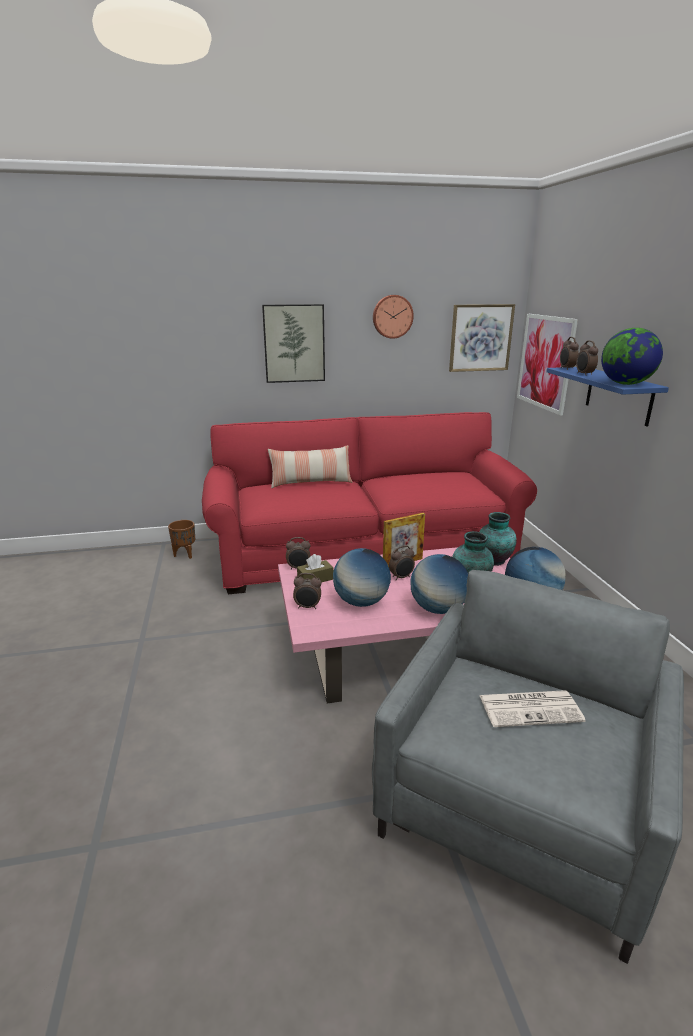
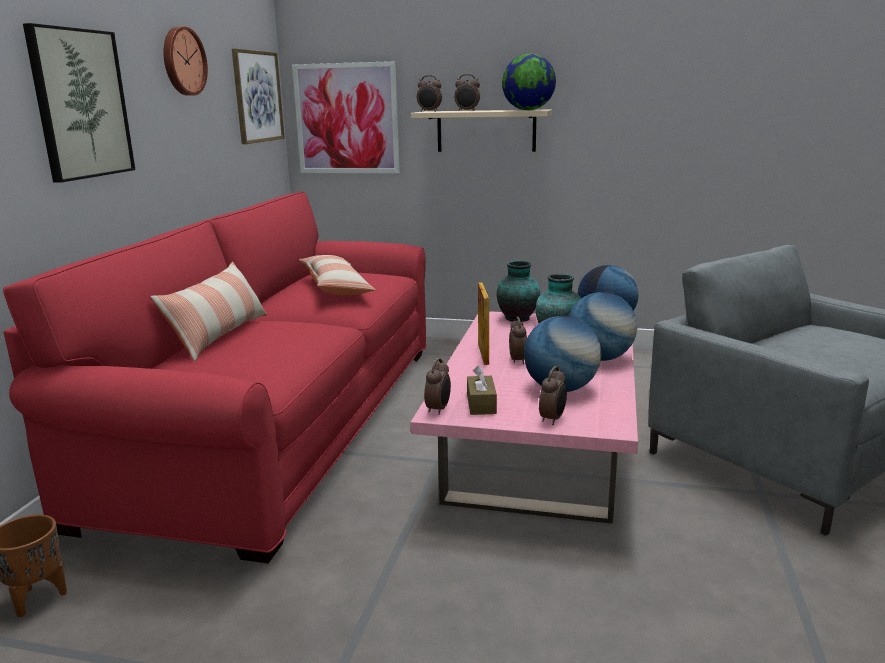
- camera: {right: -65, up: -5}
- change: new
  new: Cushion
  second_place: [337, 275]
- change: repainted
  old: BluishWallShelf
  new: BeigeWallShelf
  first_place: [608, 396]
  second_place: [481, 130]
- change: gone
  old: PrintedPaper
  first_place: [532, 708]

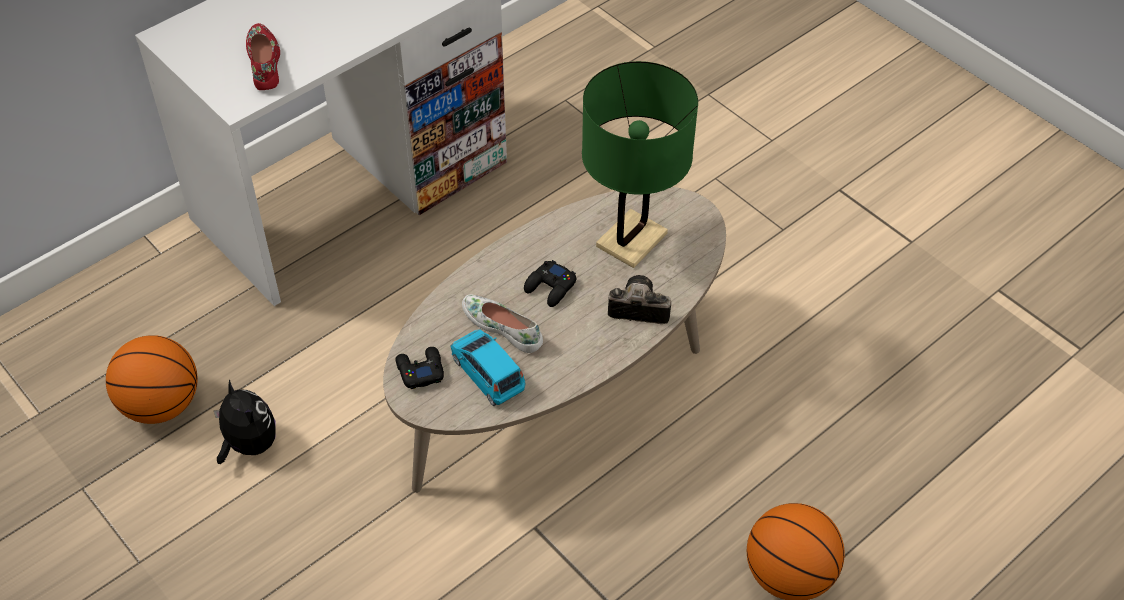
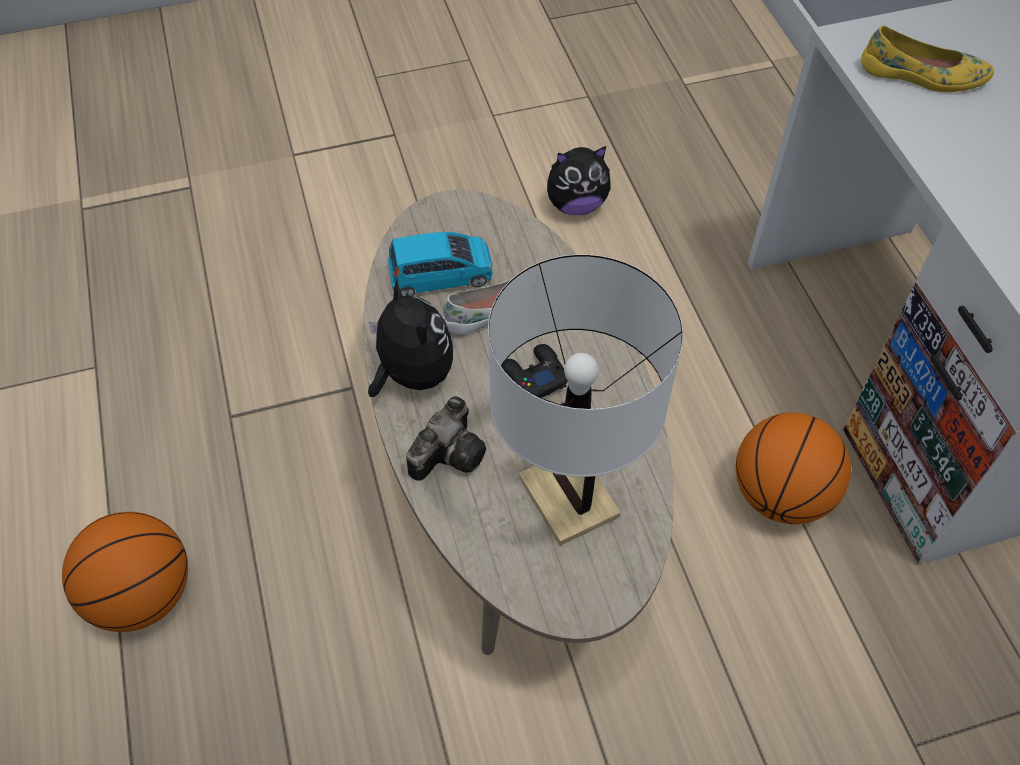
- camera: {right: 115, up: 5}
- change: new
  new: SoftToy
  second_place: [411, 338]
- change: repainted
  old: GreenColouredLampForATable
  new: WhitishLampForATable
  first_place: [640, 164]
  second_place: [585, 400]
- change: shifted
  old: BallForBasketball
  first_place: [152, 379]
  second_place: [793, 468]
- change: repainted
  old: RedColouredShoe
  new: YellowishShoe
  first_place: [263, 56]
  second_place: [927, 59]
- change: gone
  old: BlackJoypad
  first_place: [419, 368]

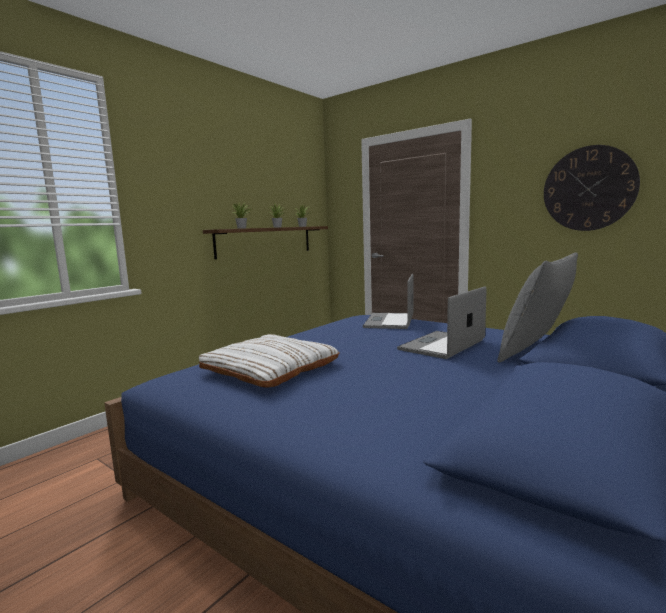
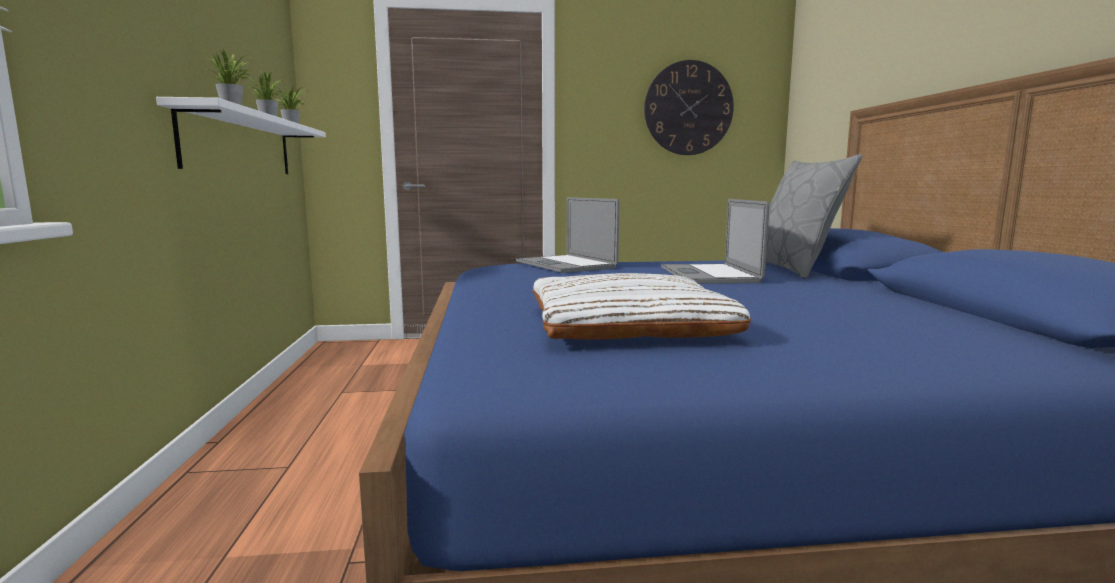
- camera: {right: -45, up: 0}
- change: repainted
  old: BrownishWallShelf
  new: WhitishWallShelf
  first_place: [265, 242]
  second_place: [241, 135]

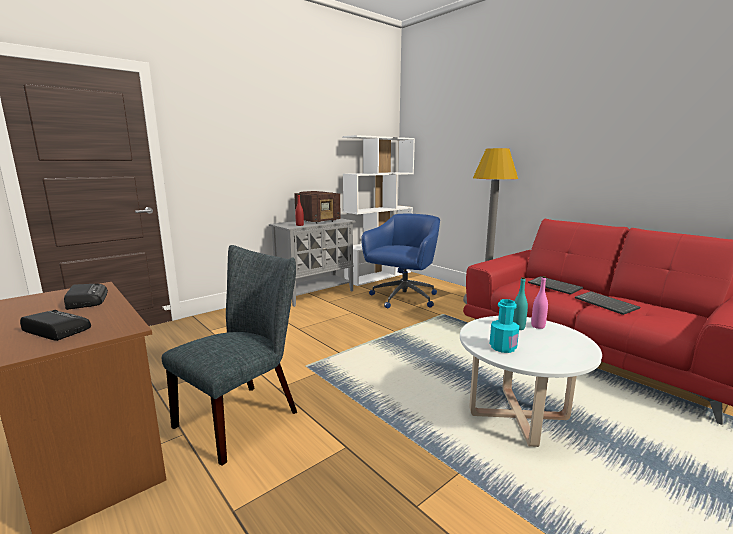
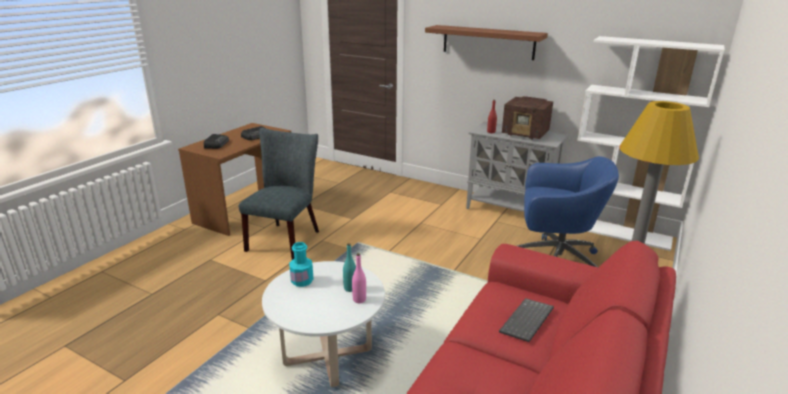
- camera: {right: 70, up: 10}
- change: rotated
  old: GreyishPlainChair
  first_place: [229, 355]
  second_place: [279, 194]
  degrees: -90
- change: new
  new: BrownishWallShelf
  second_place: [486, 42]
- change: gone
  old: Keyboard
  first_place: [607, 303]

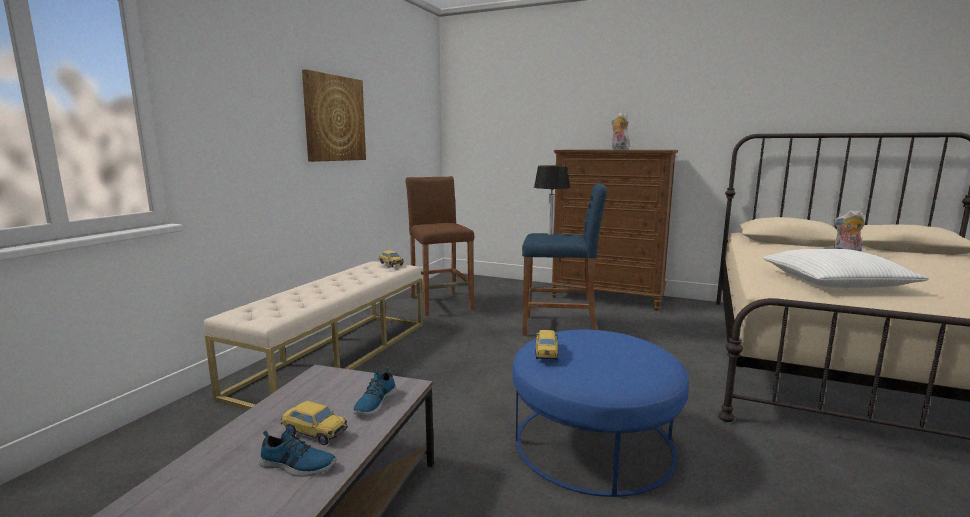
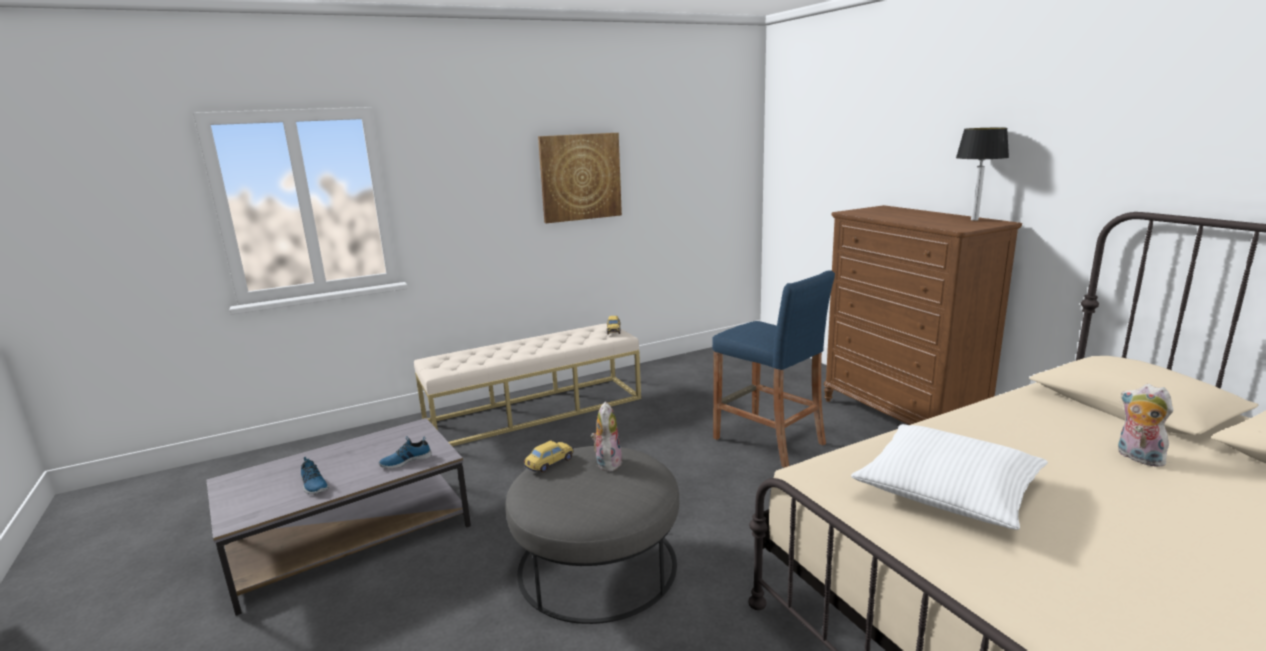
- camera: {right: 40, up: 5}
- change: repainted
  old: BluishFootrest
  new: GreyishFootrest
  first_place: [601, 413]
  second_place: [592, 535]
- change: shifted
  old: SoftToy
  first_place: [620, 131]
  second_place: [606, 437]
- change: shifted
  old: LampForATable
  first_place: [552, 200]
  second_place: [982, 174]
- change: gone
  old: ModelCar
  first_place: [314, 423]
- change: gone
  old: BrownishSittingStool
  first_place: [440, 246]

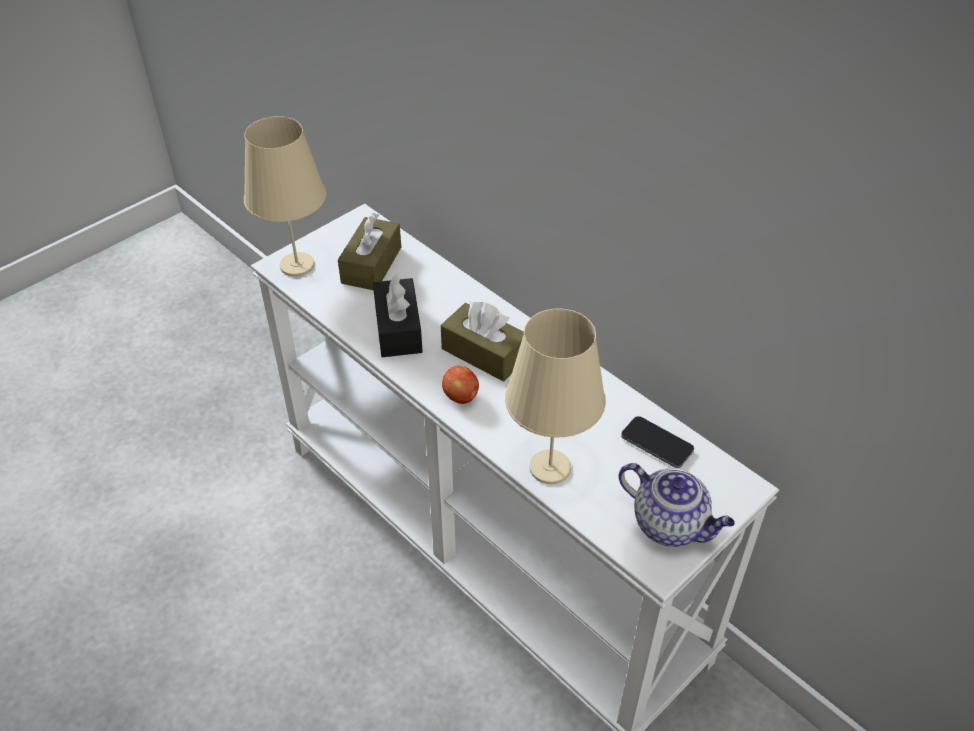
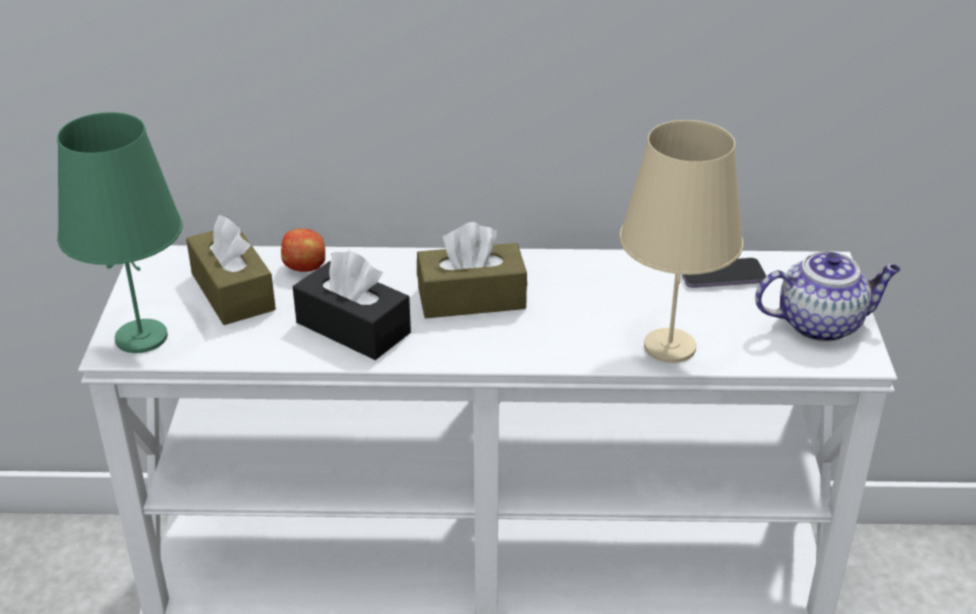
- camera: {right: -45, up: -10}
- change: repainted
  old: BeigeLampForATable
  new: GreenColouredLampForATable
  first_place: [285, 196]
  second_place: [120, 232]
- change: shifted
  old: AppleFruit
  first_place: [460, 385]
  second_place: [303, 250]

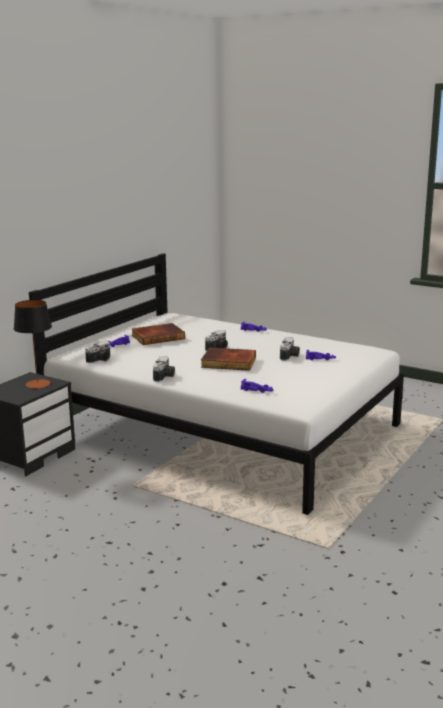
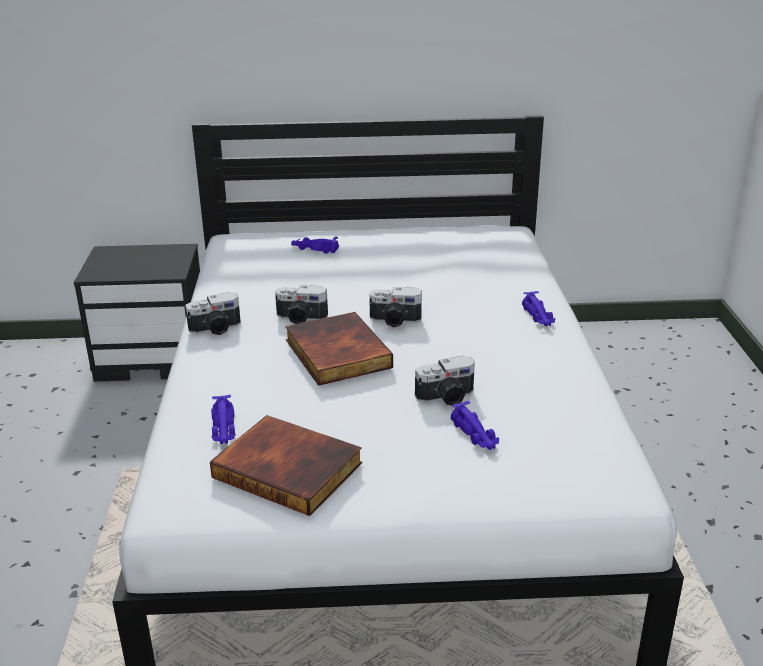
- camera: {right: 55, up: 10}
- change: shifted
  old: Volume
  first_place: [158, 334]
  second_place: [286, 465]
- change: shifted
  old: StillCamera
  first_place: [97, 352]
  second_place: [301, 304]
- change: gone
  old: LampForATable
  first_place: [33, 344]

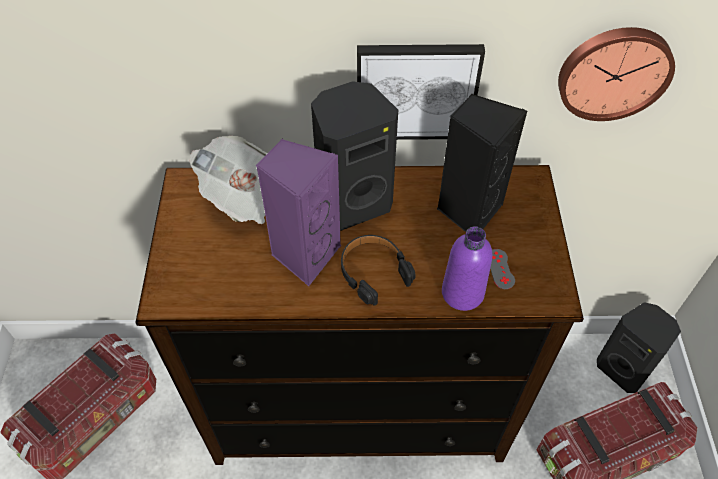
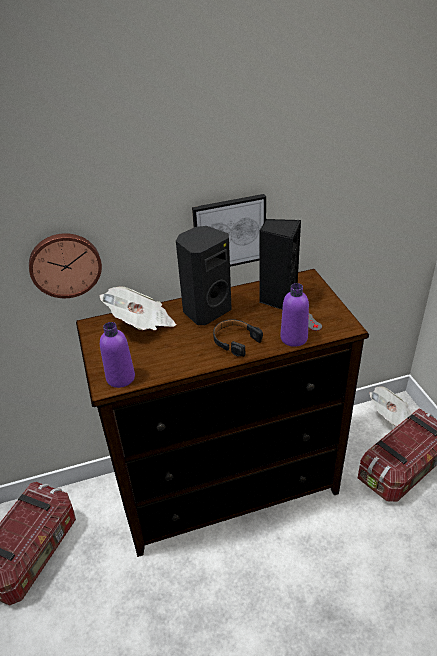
- camera: {right: -15, up: -15}
- change: shifted
  old: ClockOnTheWall
  first_place: [616, 74]
  second_place: [65, 265]
- change: new
  new: PurpleDrinkBottle
  second_place: [117, 355]
- change: swapped
  old: BlackSpeaker
  new: PrintedPaper
  first_place: [639, 347]
  second_place: [390, 406]
- change: gone
  old: PurpleSpeaker
  first_place: [298, 212]

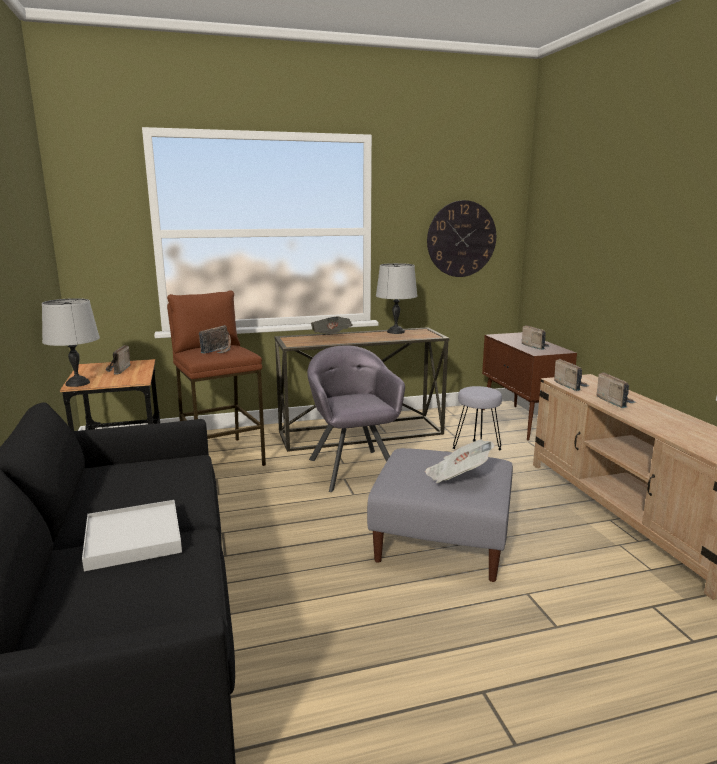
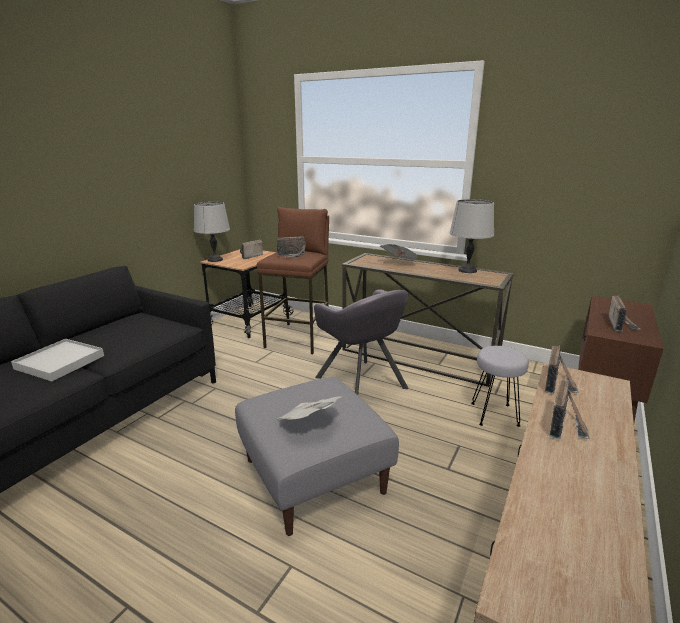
- camera: {right: 45, up: 5}
- change: rotated
  old: GreyishEasyChair
  first_place: [356, 418]
  second_place: [361, 342]
  degrees: 120
- change: gone
  old: ClockOnTheWall
  first_place: [461, 238]

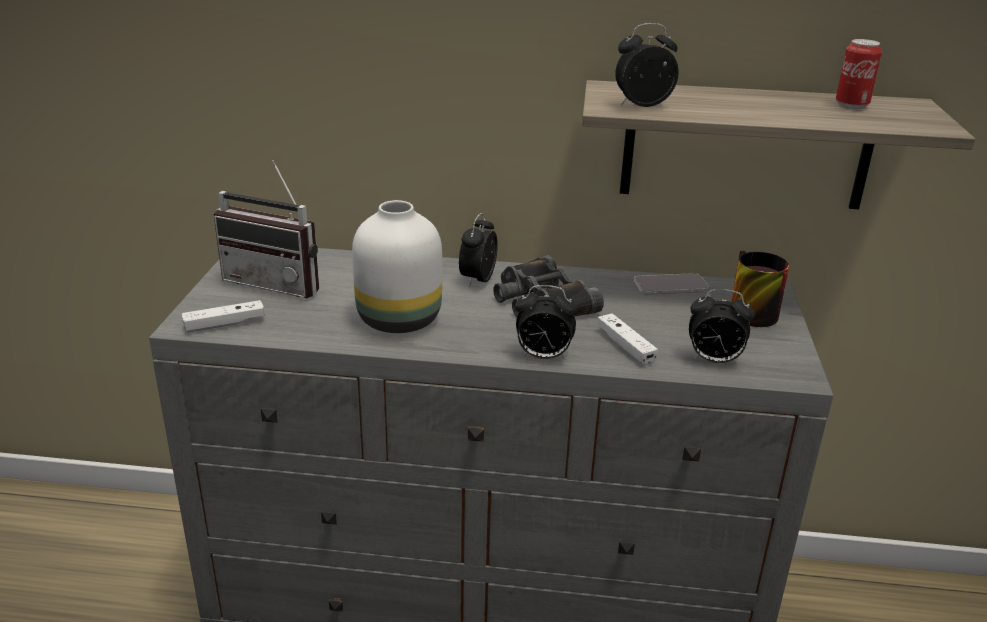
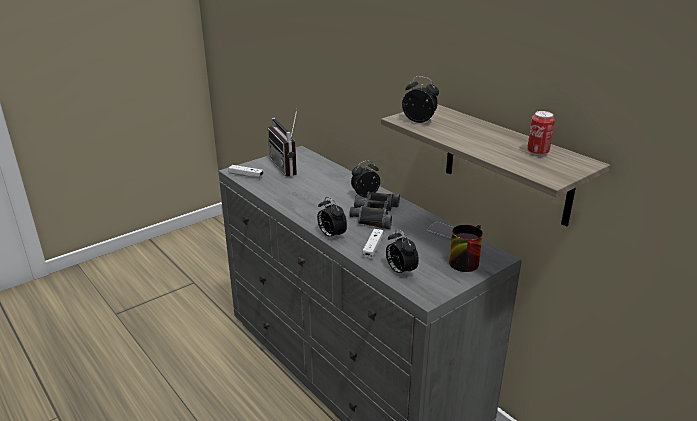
- camera: {right: 45, up: 0}
- change: gone
  old: WhitishFlowerVase
  first_place: [397, 266]

